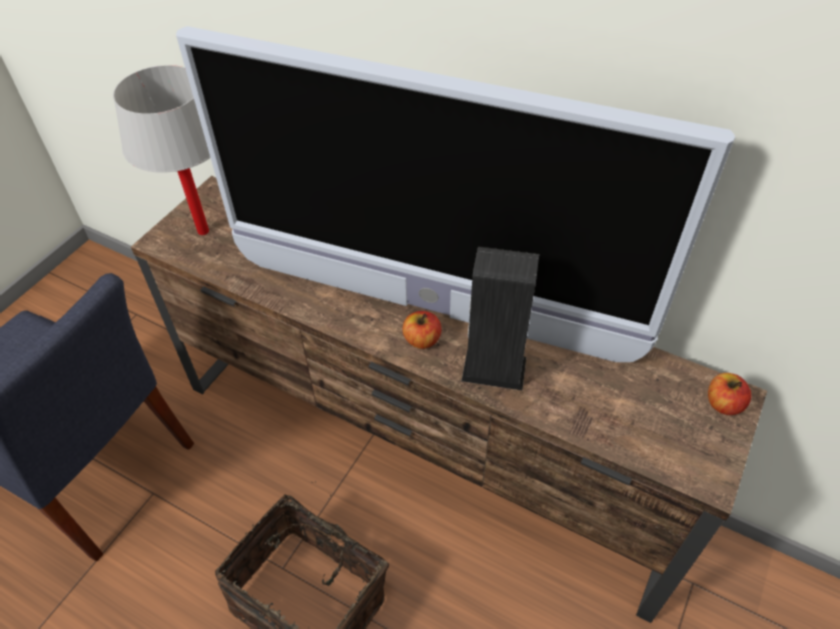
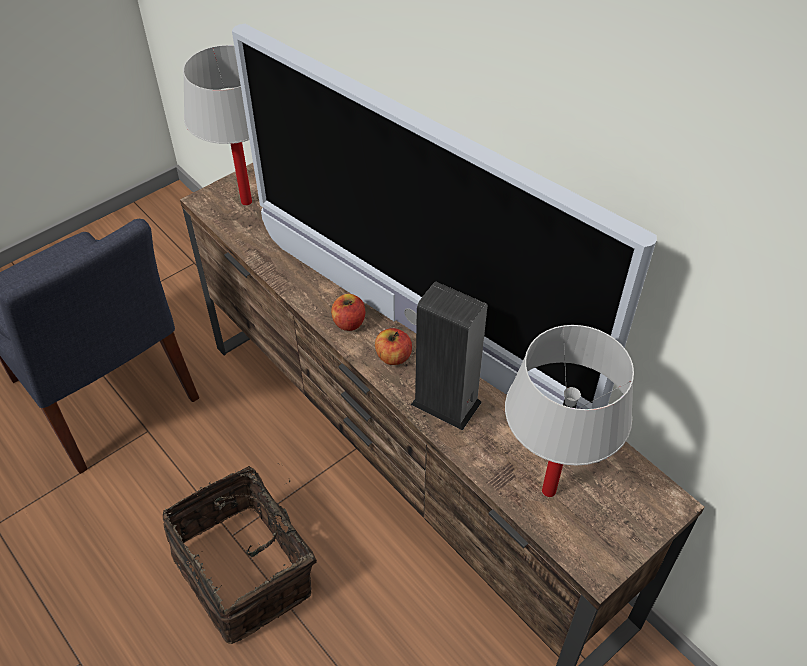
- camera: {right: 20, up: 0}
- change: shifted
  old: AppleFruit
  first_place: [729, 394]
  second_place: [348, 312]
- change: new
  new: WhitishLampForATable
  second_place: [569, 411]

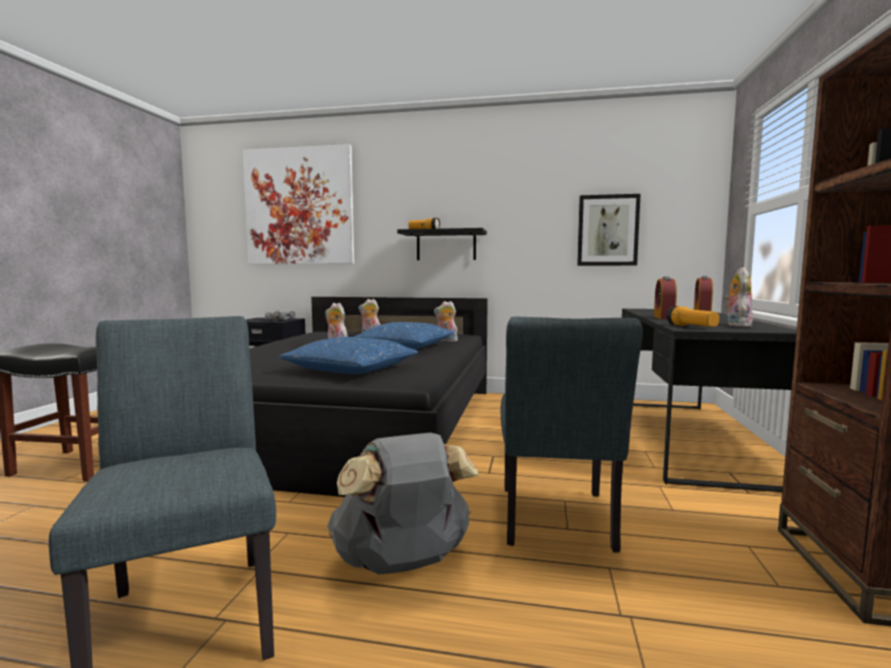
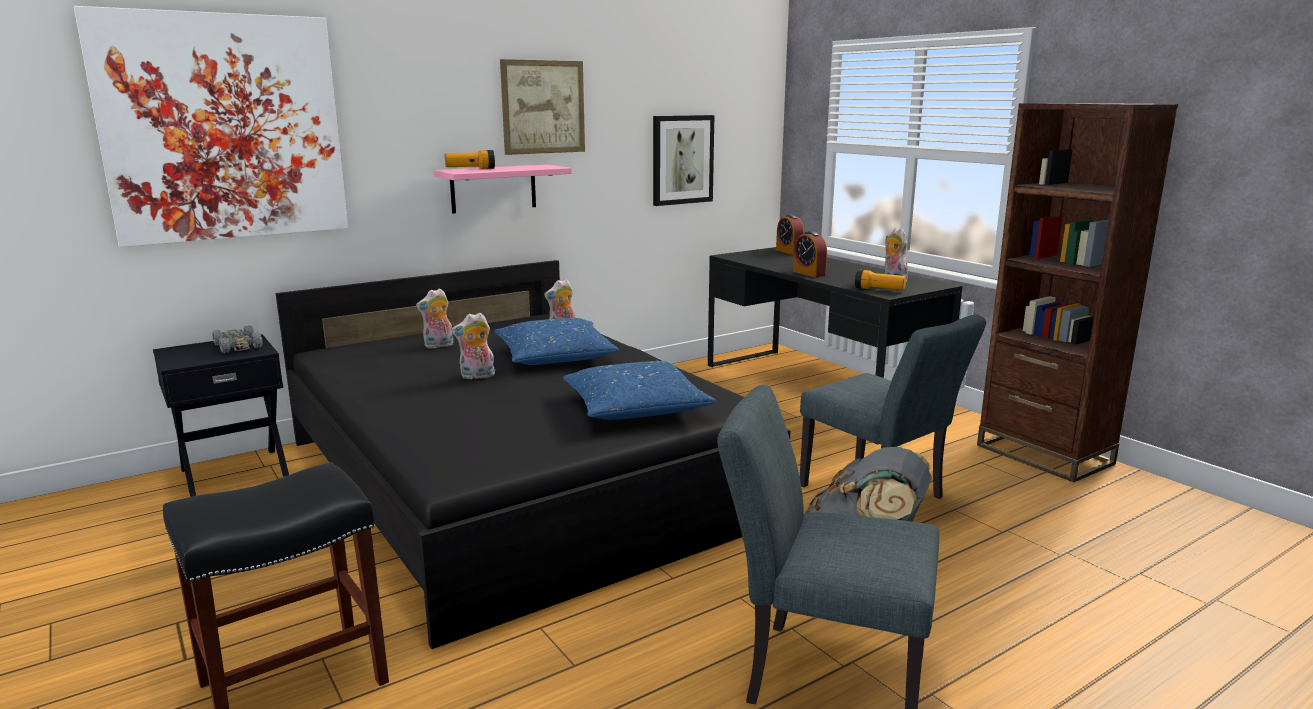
- camera: {right: -45, up: 10}
- change: repainted
  old: BlackWallShelf
  new: PinkishWallShelf
  first_place: [442, 244]
  second_place: [502, 189]
- change: new
  new: Picture
  second_place: [542, 107]

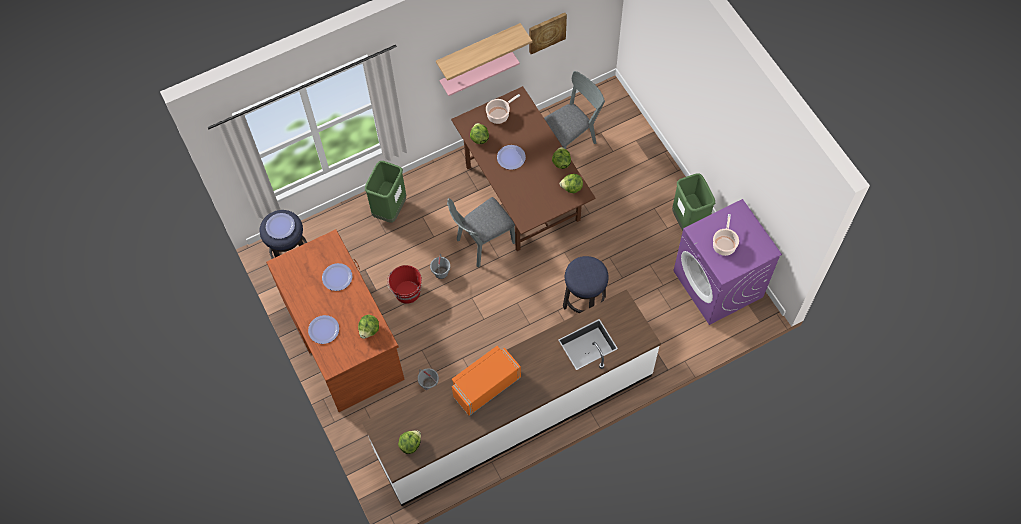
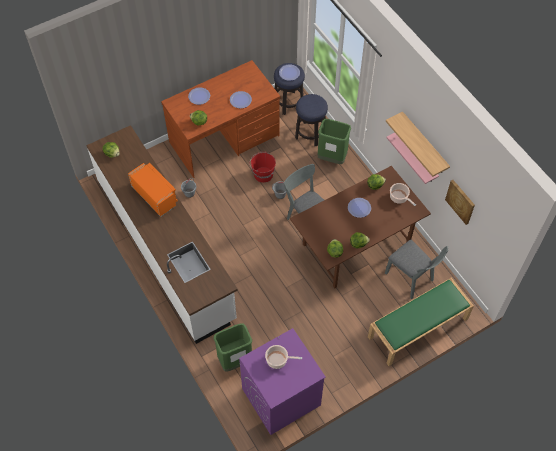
- camera: {right: 85, up: -5}
- change: shifted
  old: GreenColouredRubbishBin
  first_place: [693, 202]
  second_place: [233, 347]
- change: shifted
  old: SittingStool
  first_place: [586, 284]
  second_place: [311, 120]
- change: new
  new: GreenColouredIndoorBench
  second_place: [421, 322]

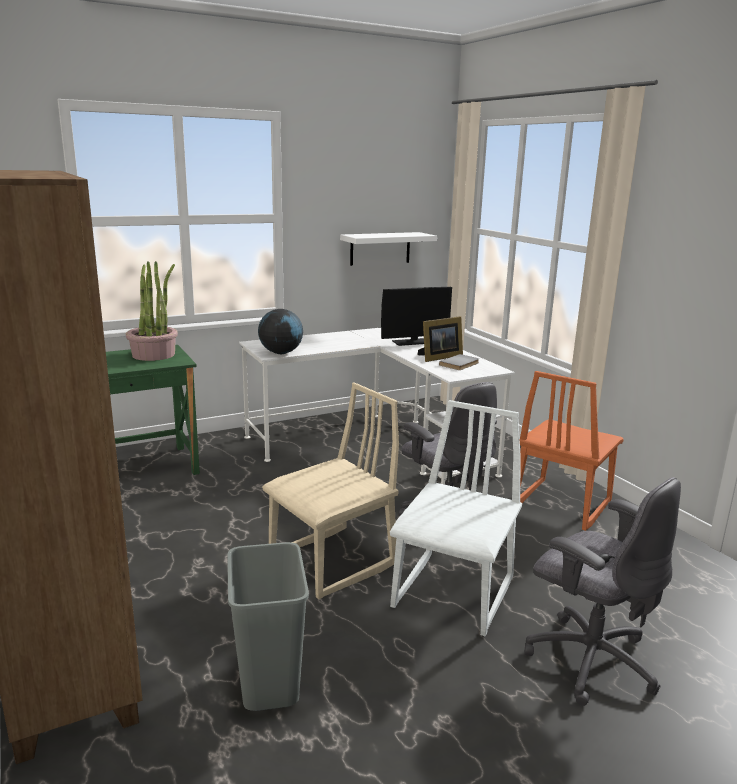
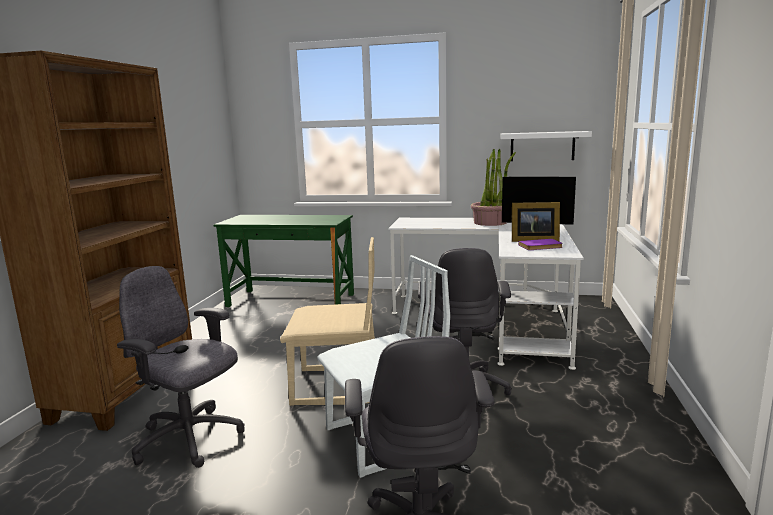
- camera: {right: 40, up: -5}
- change: swapped
  old: GreyishRubbishBin
  new: GreyishOfficeChair
  first_place: [268, 626]
  second_place: [180, 367]
- change: shifted
  old: PlantInAPot
  first_place: [152, 311]
  second_place: [493, 187]
- change: repainted
  old: GreyishVolume
  new: PurpleVolume
  first_place: [459, 362]
  second_place: [540, 244]
- change: gone
  old: DeskGlobe
  first_place: [280, 331]
- change: gone
  old: OrangeyPlainChair
  first_place: [572, 451]

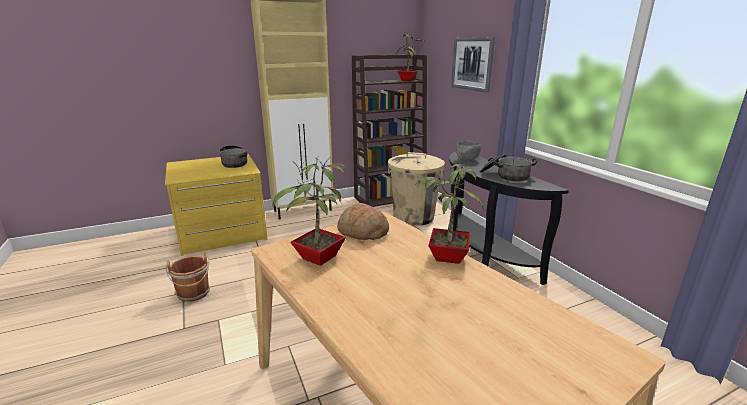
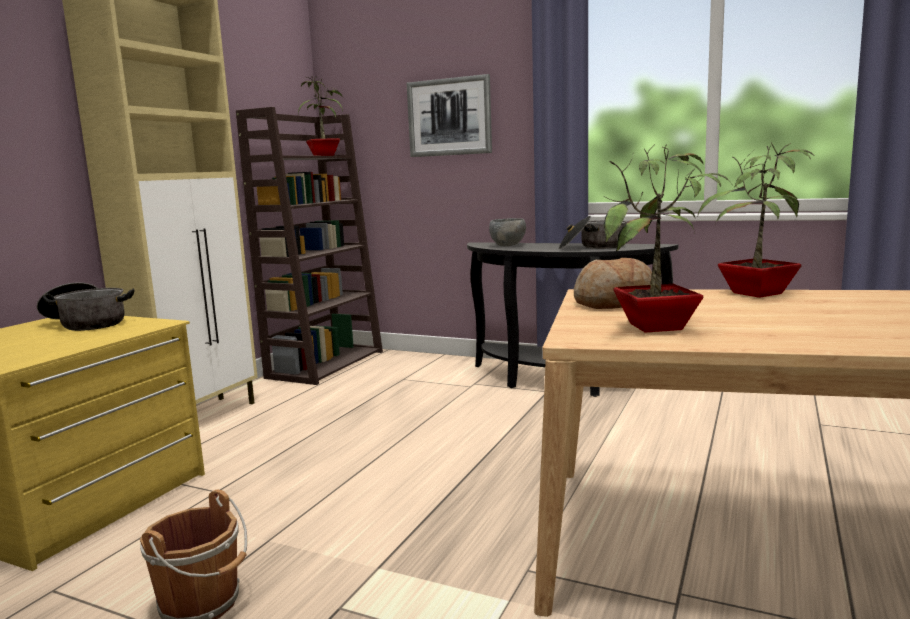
- camera: {right: -40, up: -10}
- change: gone
  old: BeigeRubbishBin
  first_place: [416, 189]

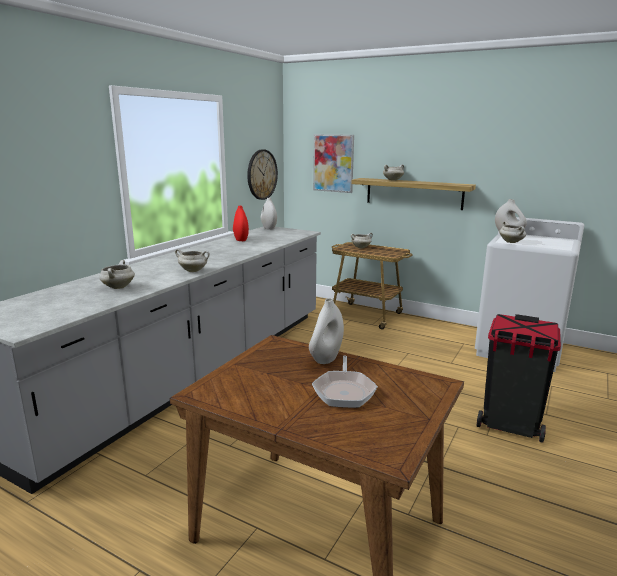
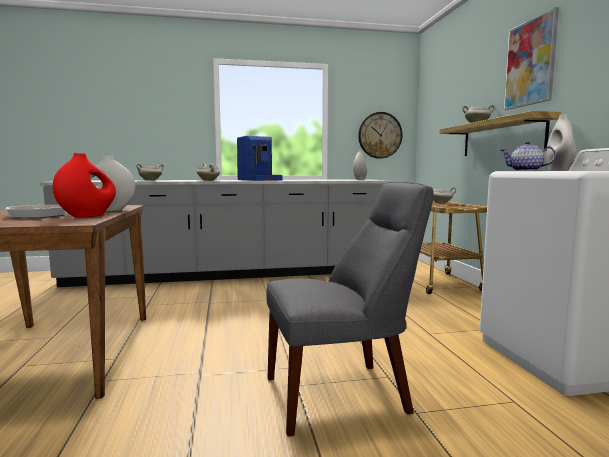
- camera: {right: 50, up: -10}
- change: shifted
  old: RedColouredFlowerVase
  first_place: [241, 223]
  second_place: [84, 185]
- change: new
  new: CoffeeMachine
  second_place: [259, 158]
- change: swapped
  old: BlackRubbishBin
  new: GreyishPlainChair
  first_place: [519, 378]
  second_place: [350, 309]
- change: swapped
  old: WhitishCookingPot
  new: TeaPot
  first_place: [512, 232]
  second_place: [528, 156]
- change: shifted
  old: Picture
  first_place: [333, 163]
  second_place: [531, 58]

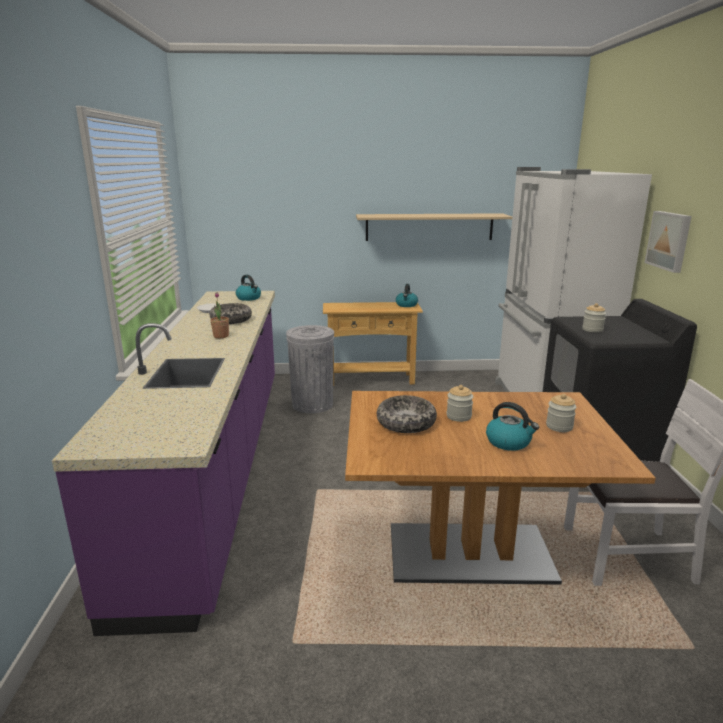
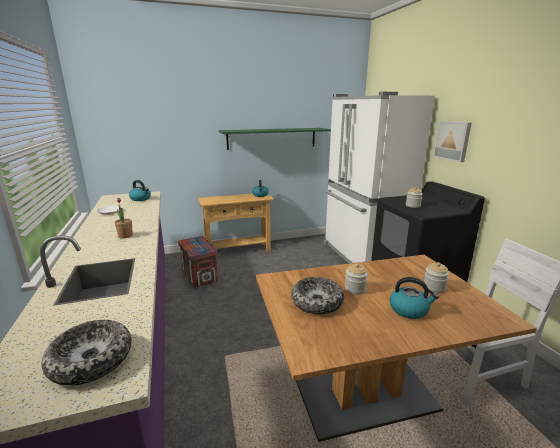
- camera: {right: -15, up: 0}
- change: shifted
  old: DeepDish
  first_place: [231, 313]
  second_place: [87, 353]
- change: swapped
  old: GreyishRubbishBin
  new: Crate
  first_place: [310, 369]
  second_place: [198, 262]
- change: repainted
  old: BeigeWallShelf
  new: GreenColouredWallShelf
  first_place: [434, 227]
  second_place: [275, 139]

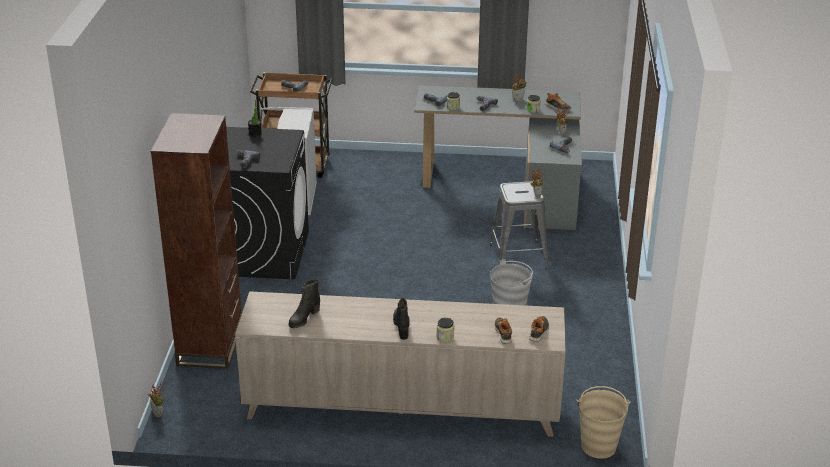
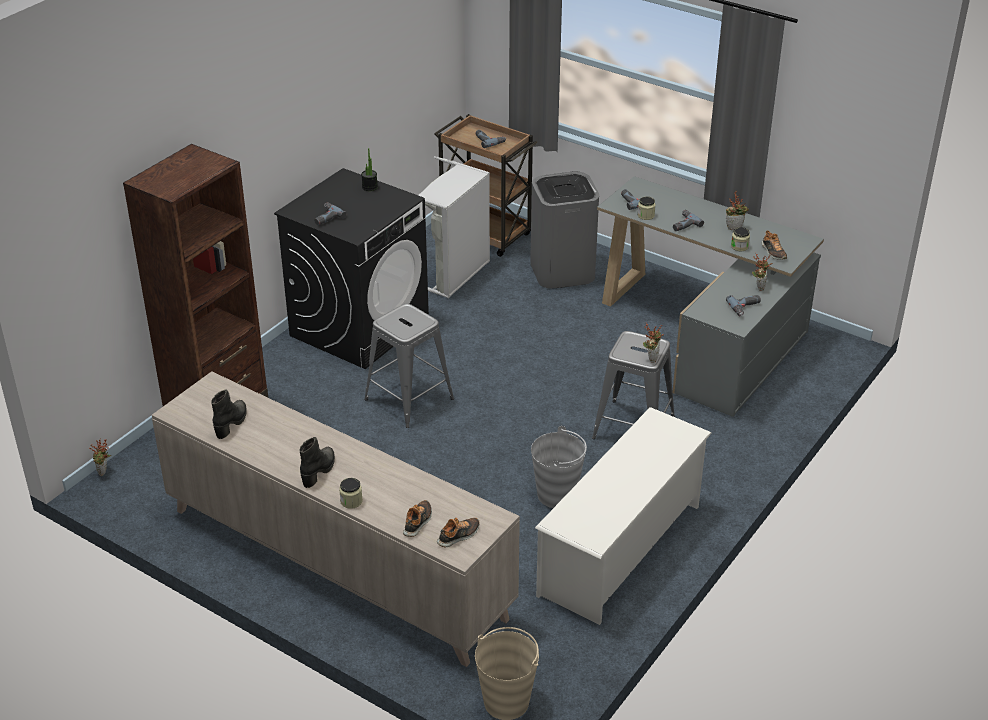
- camera: {right: 30, up: 5}
- change: rotated
  old: BlackTallBoot
  first_place: [304, 303]
  second_place: [229, 414]
  degrees: 135
- change: new
  new: GreyishSittingStool
  second_place: [409, 365]
- change: new
  new: GreyishRubbishBin
  second_place: [564, 230]
- change: new
  new: WhitishShoeStand
  second_place: [623, 516]

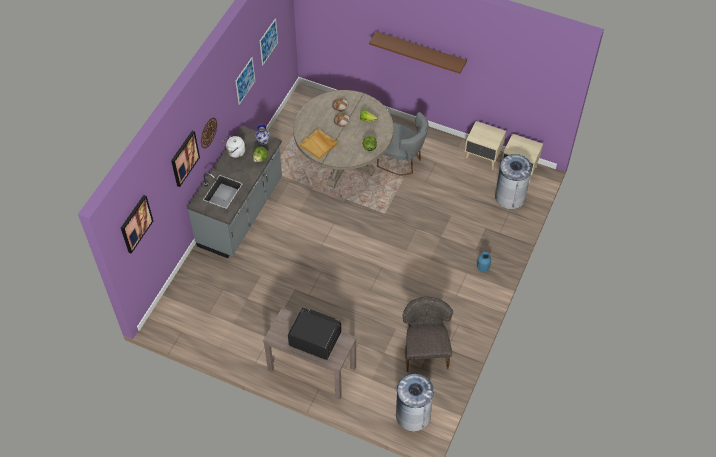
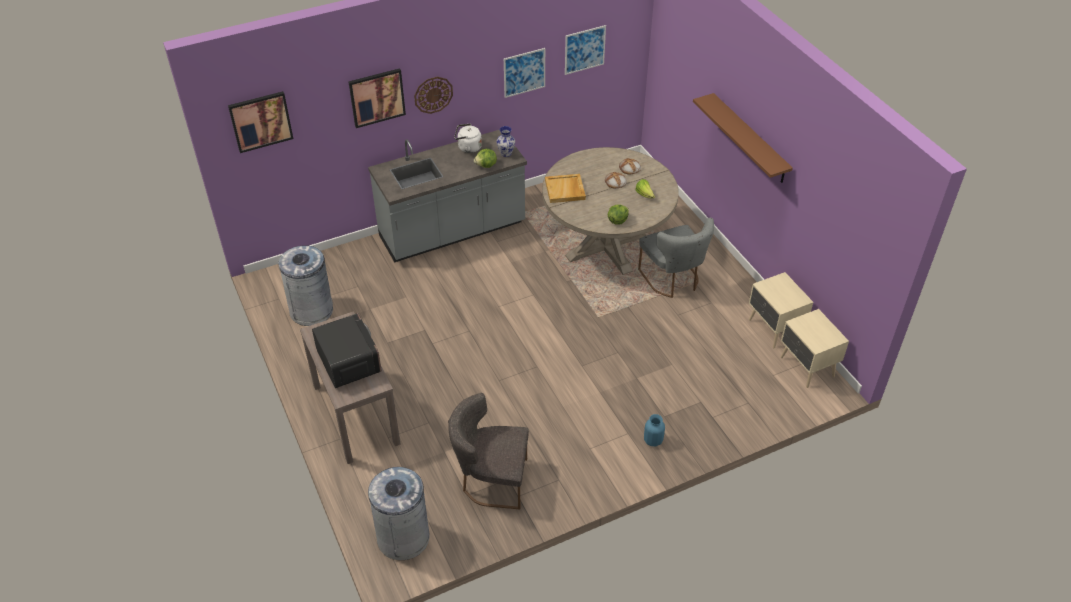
- camera: {right: 40, up: -10}
- change: shifted
  old: GreyishRubbishBin
  first_place: [513, 181]
  second_place: [306, 286]
- change: rotated
  old: GreyishPlainChair
  first_place: [428, 334]
  second_place: [488, 451]
  degrees: -120

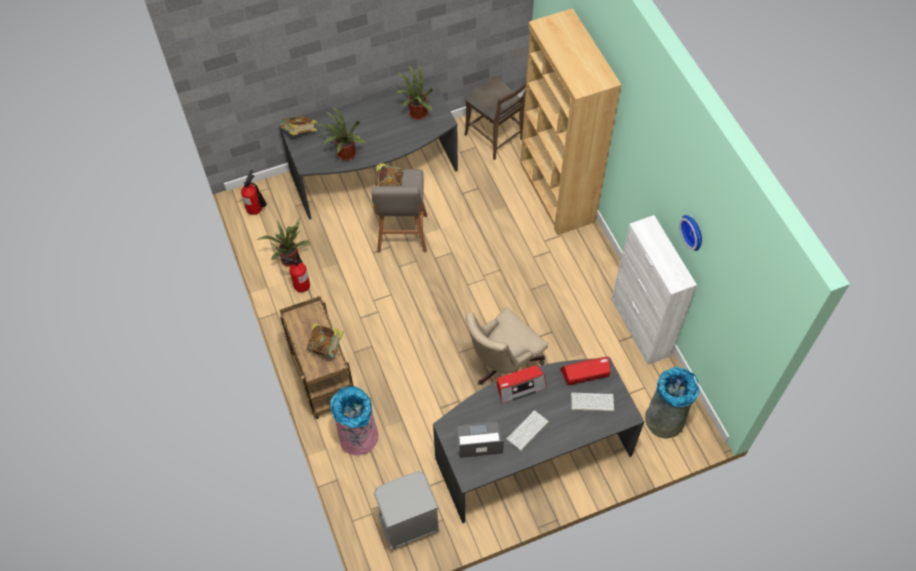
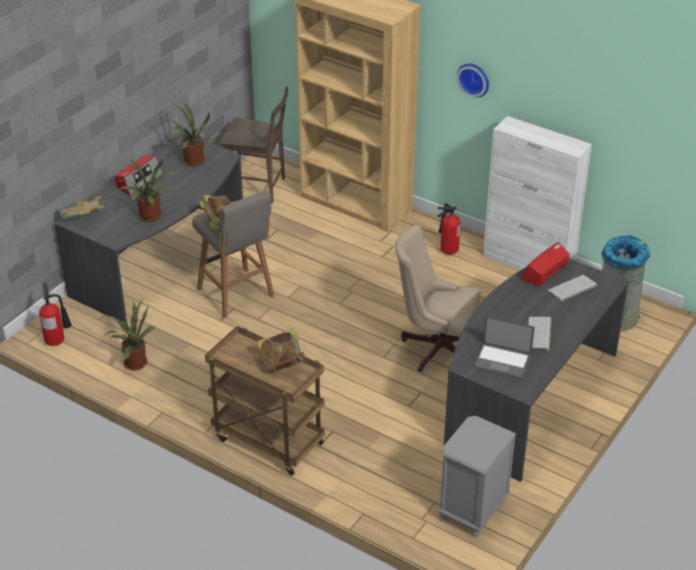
- camera: {right: -35, up: -20}
- change: shifted
  old: RadioSet
  first_place: [521, 384]
  second_place: [139, 176]
- change: rotated
  old: BeigeOfficeChair
  first_place: [506, 346]
  second_place: [438, 298]
  degrees: 90
- change: shifted
  old: FireExtinguisher
  first_place: [295, 272]
  second_place: [449, 229]
- change: shifted
  old: ClockOnTheWall
  first_place: [690, 233]
  second_place: [473, 80]
- change: rotated
  old: Laptop
  first_place: [480, 439]
  second_place: [504, 348]
  degrees: -120
- change: gone
  old: PinkishRubbishBin
  first_place: [354, 421]

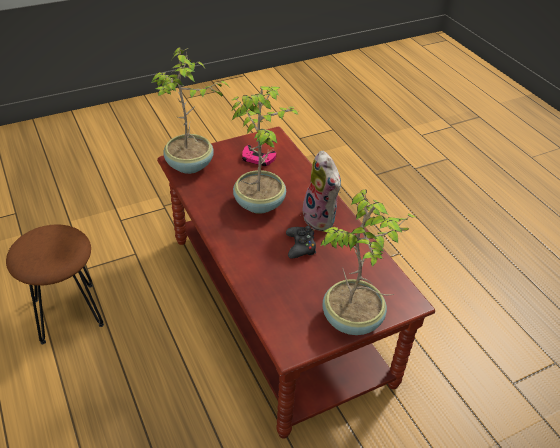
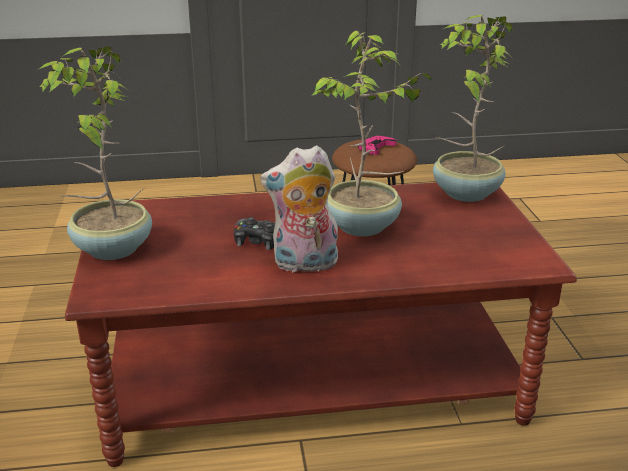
- camera: {right: 110, up: -15}
- change: shifted
  old: PinkishJoypad
  first_place: [259, 155]
  second_place: [377, 145]

